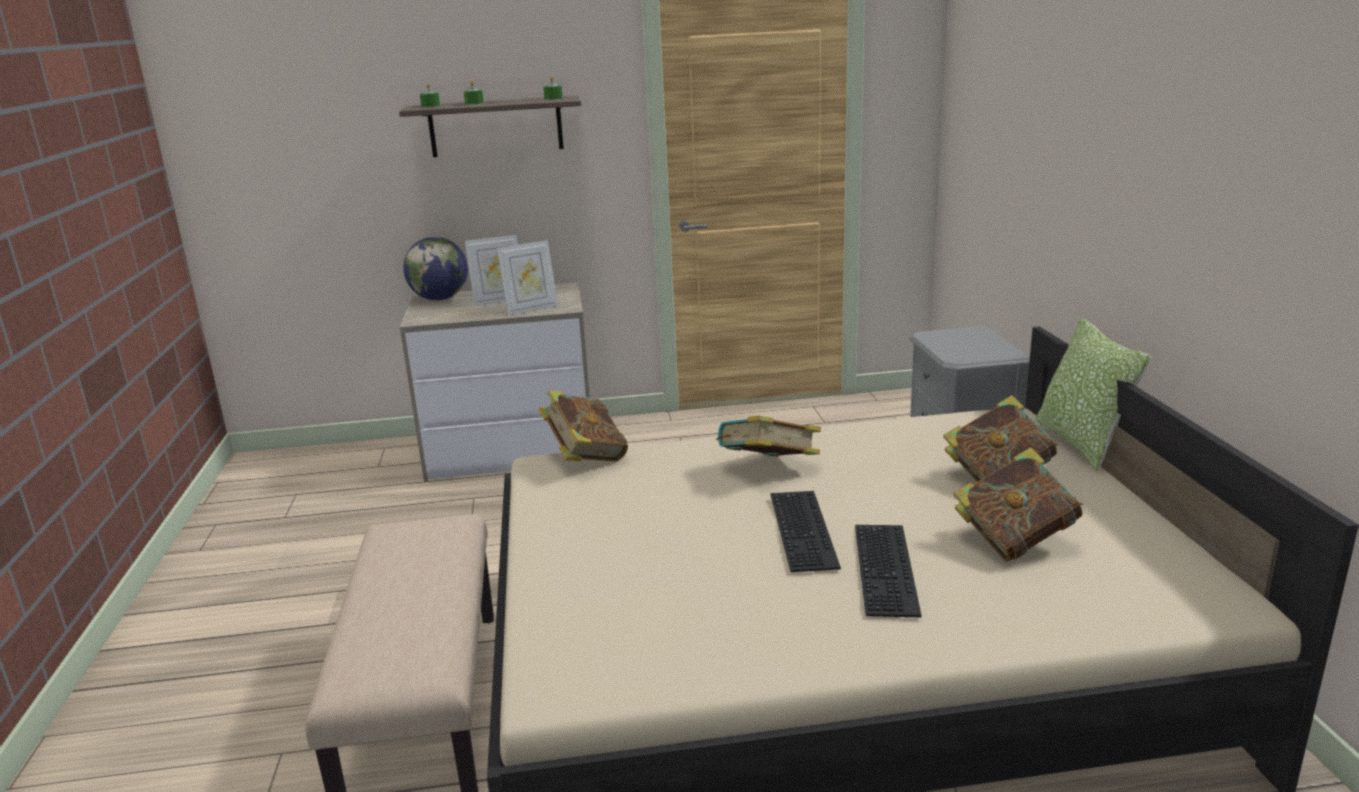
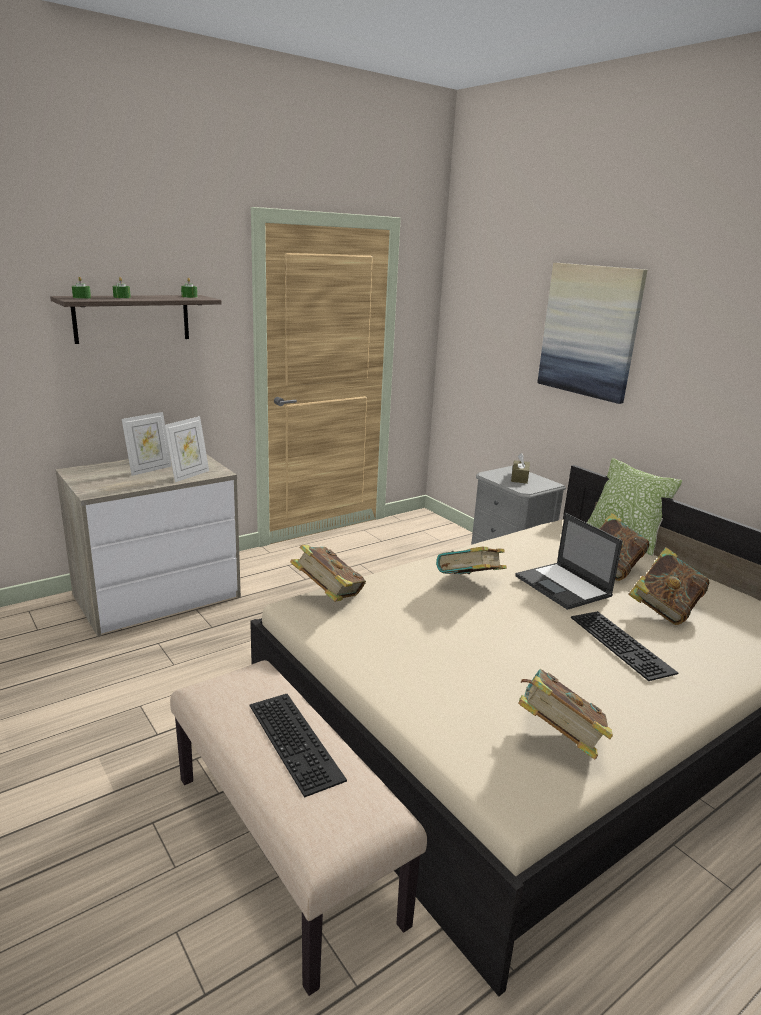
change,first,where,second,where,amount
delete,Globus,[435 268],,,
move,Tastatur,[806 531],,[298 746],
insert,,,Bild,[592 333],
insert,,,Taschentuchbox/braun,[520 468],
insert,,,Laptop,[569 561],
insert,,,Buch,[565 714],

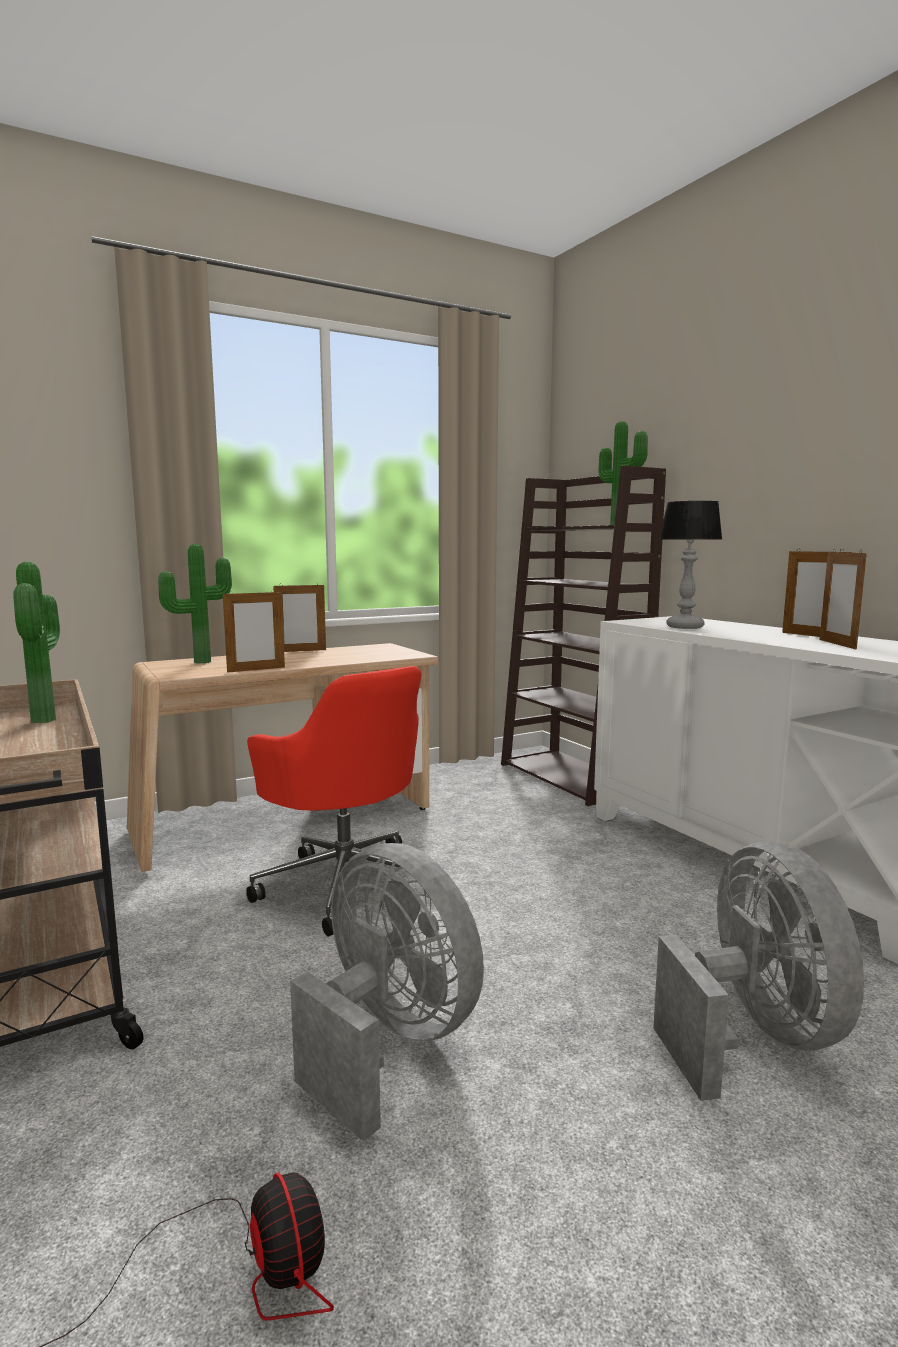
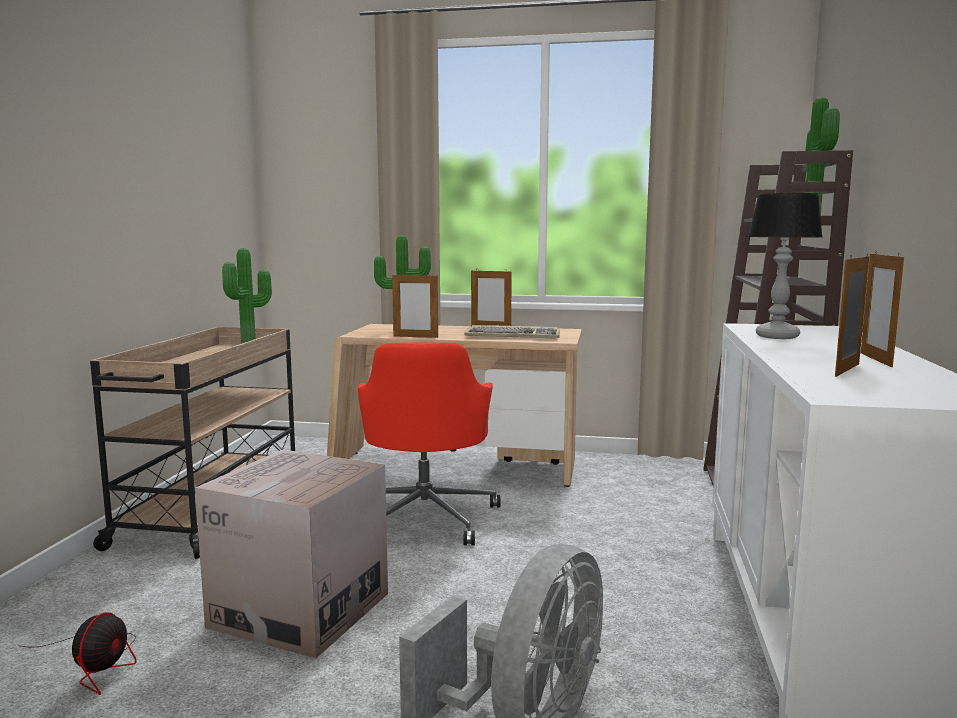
change,first,where,second,where,amount
replace,Ventilator/grau,[387 992],Karton,[291 554],
insert,,,Tastatur,[512 332],

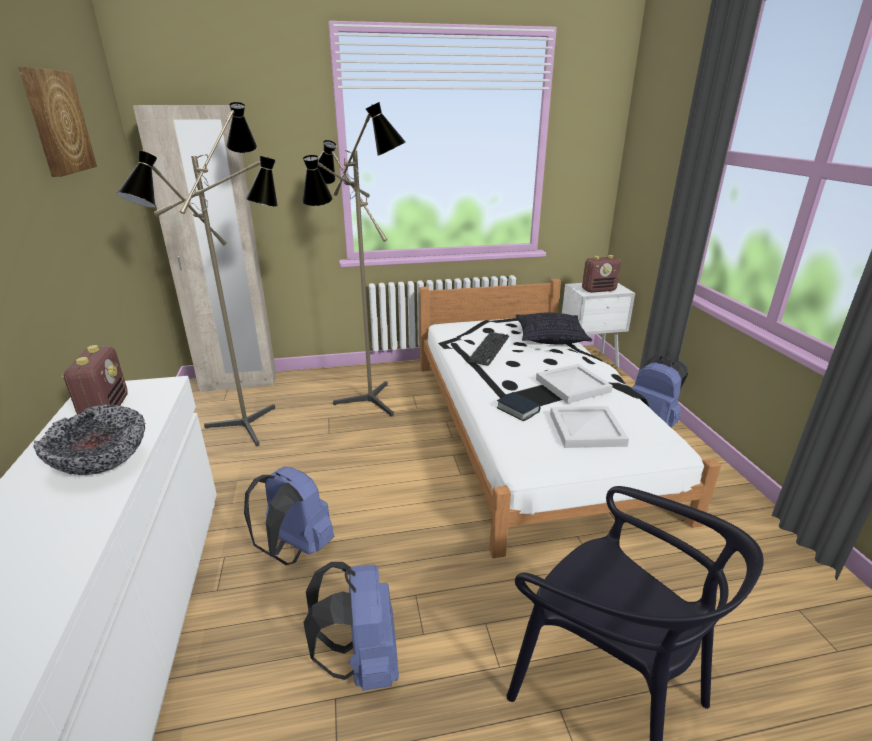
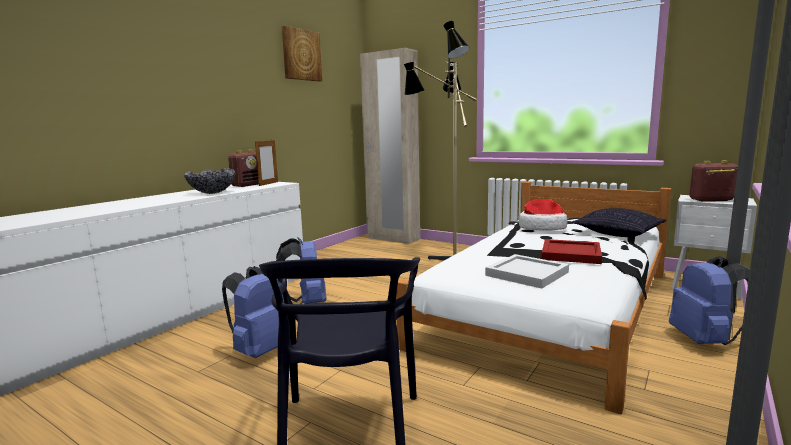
change,first,where,second,where,amount
delete,Stehlampe,[197 274],,,
rotate,Radio,[601 274],,[713 180],150 degrees clockwise
replace,Tastatur,[488 349],Hut,[543 215],
recolor,Tablett/weiß,[574 384],Tablett/rot,[572 251],
delete,Buch,[518 406],,,
insert,,,Bilderrahmen,[266 163],

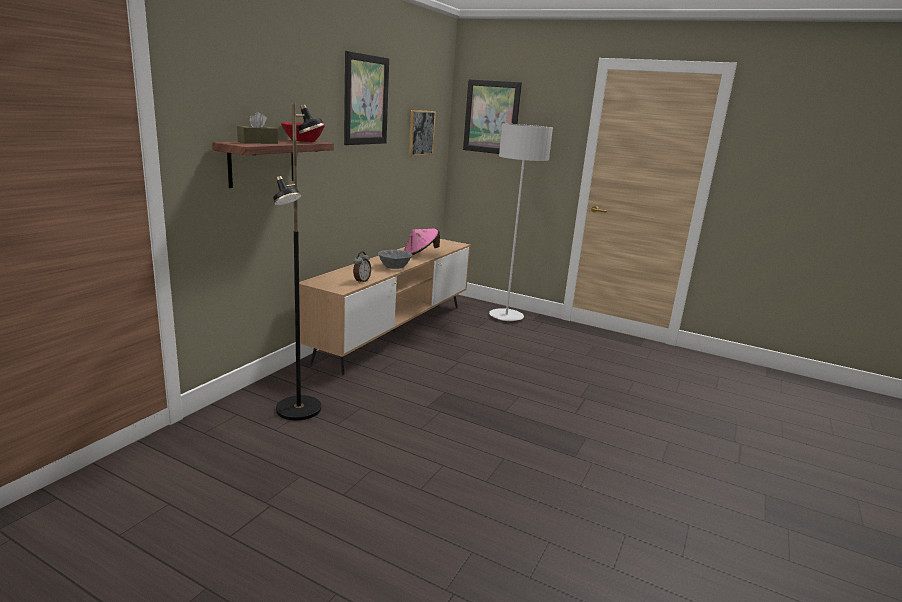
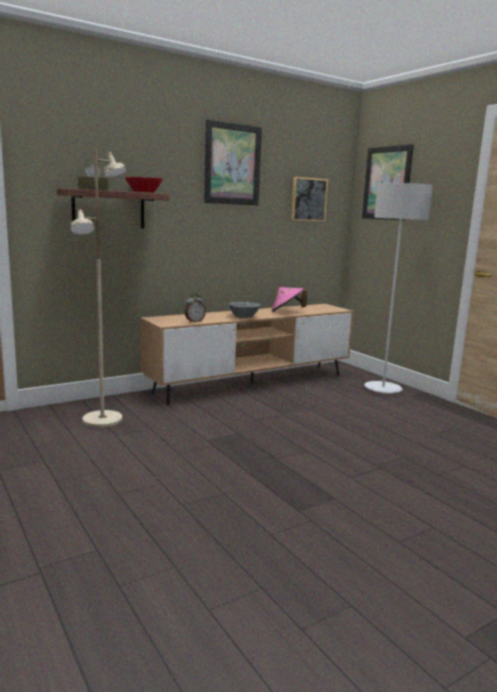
change,first,where,second,where,amount
recolor,Stehlampe/schwarz,[299 261],Stehlampe/beige,[98 288],

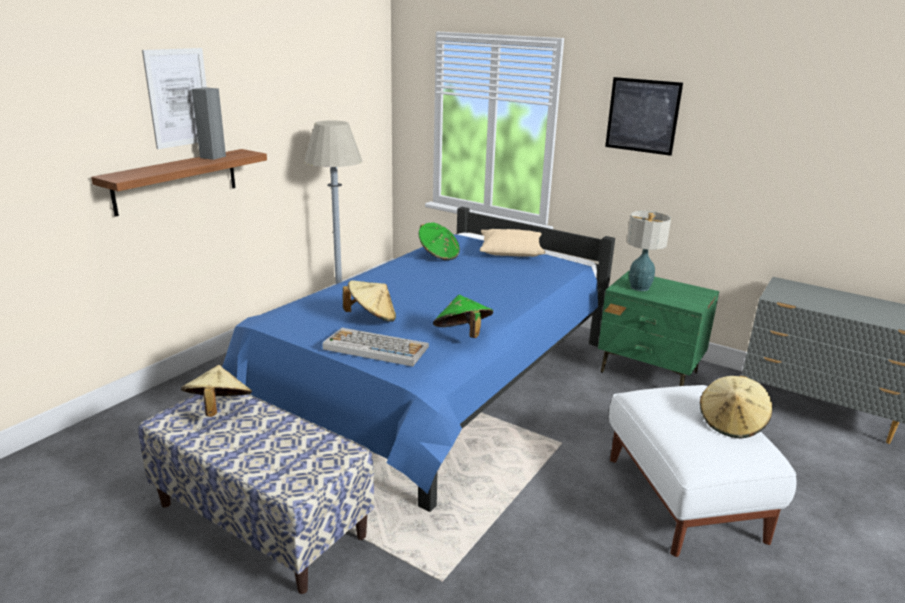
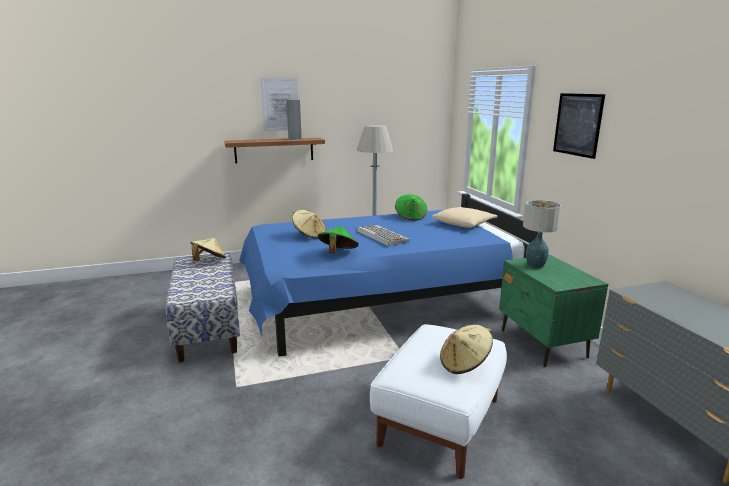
change,first,where,second,where,amount
move,Tastatur,[376 347],,[383 235],

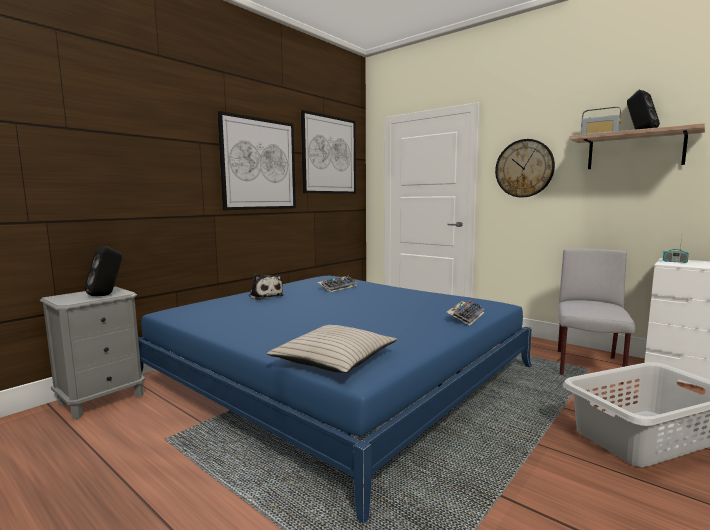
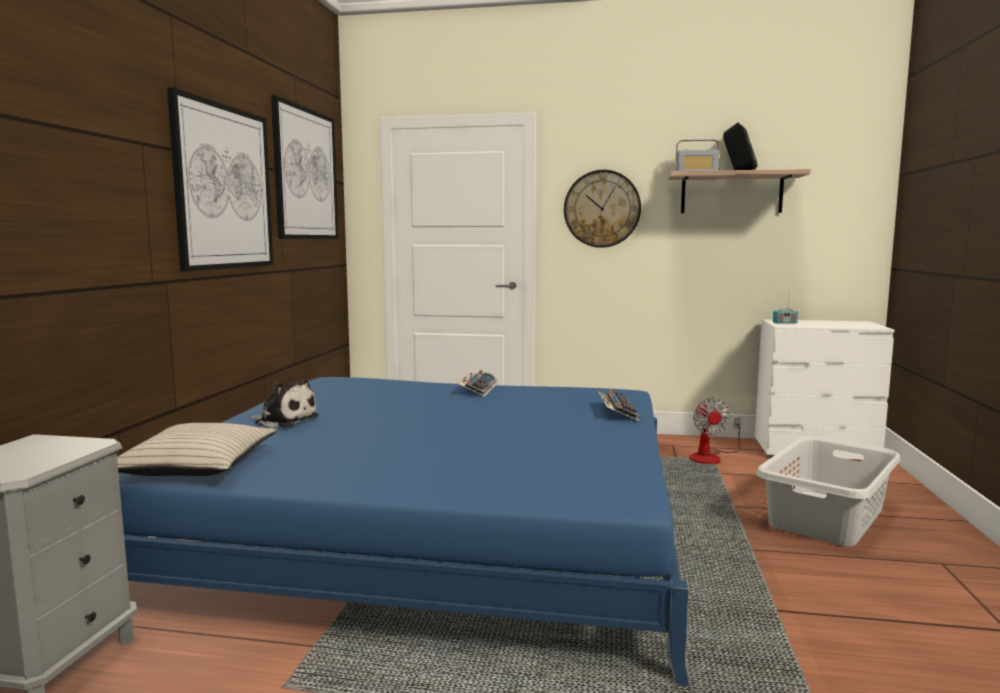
change,first,where,second,where,amount
delete,Lautsprecher/schwarz,[103 271],,,
replace,Stuhl/grau,[596 316],Ventilator,[715 431],
move,Tastatur,[337 284],,[477 383],
move,Kissen/beige,[332 349],,[197 449],

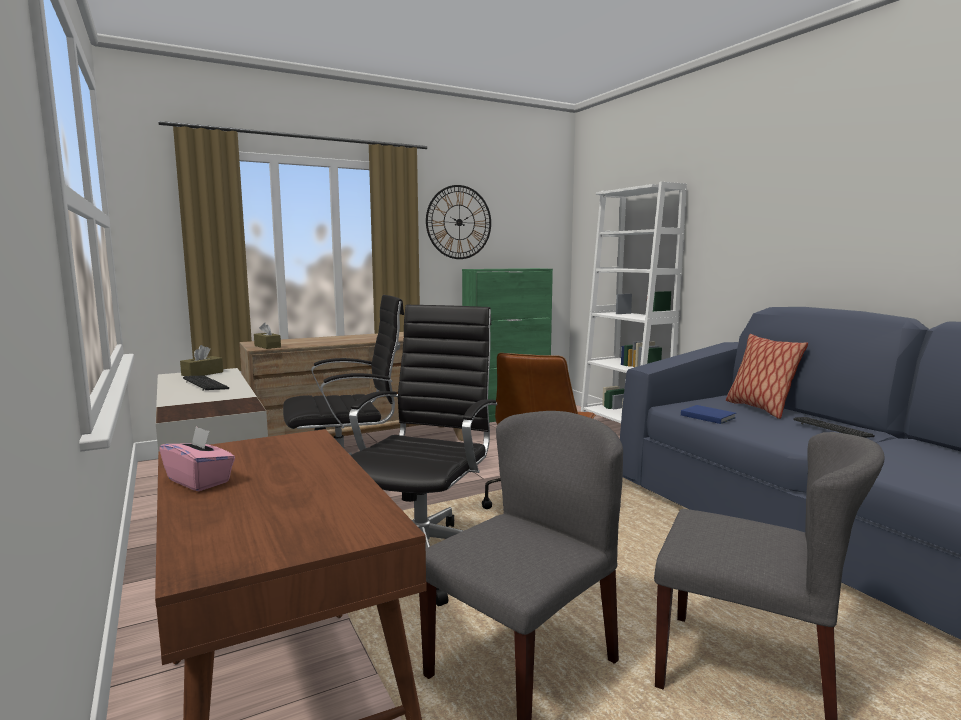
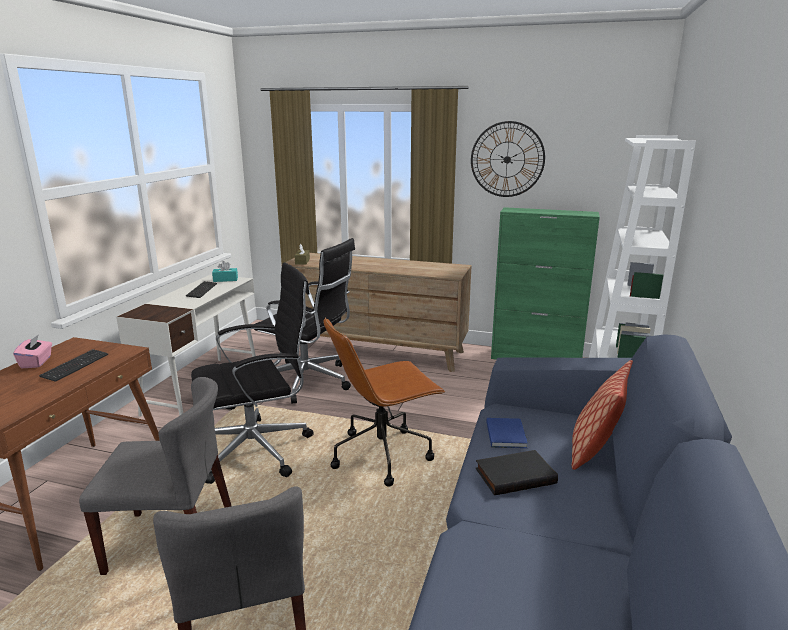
change,first,where,second,where,amount
recolor,Taschentuchbox/braun,[201 361],Taschentuchbox/türkis,[225 271],
move,Tastatur,[834 427],,[73 365],
insert,,,Buch/schwarz,[516 472],

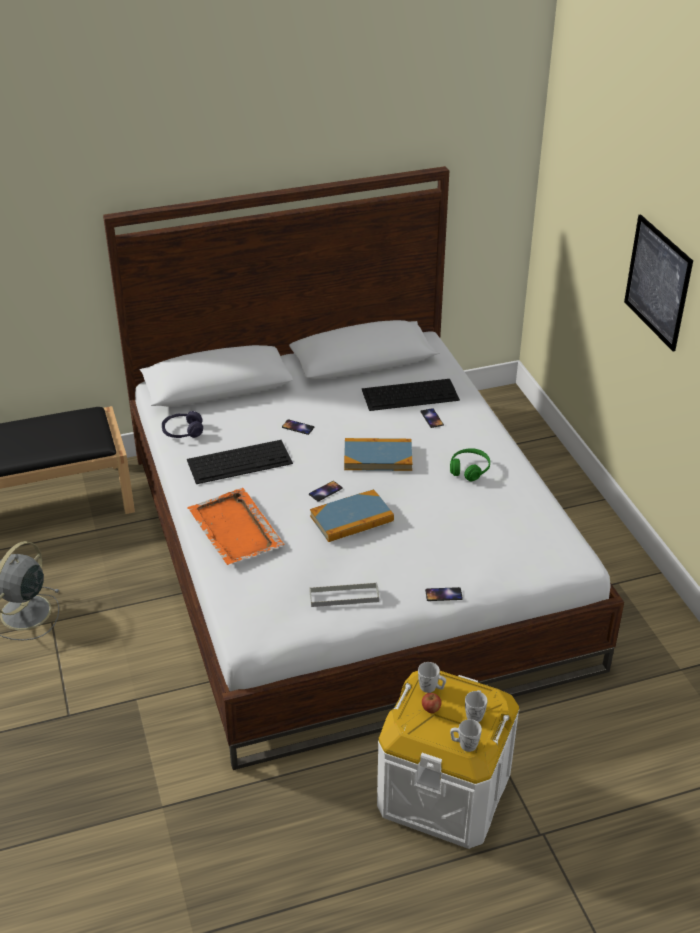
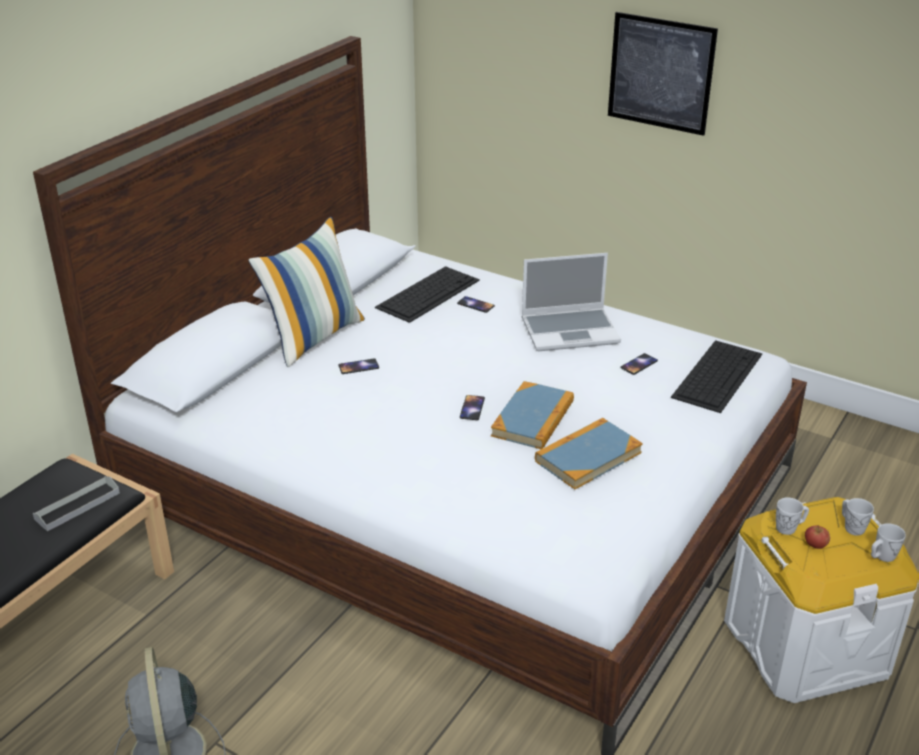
change,first,where,second,where,amount
delete,Kopfhörer/lila,[182 424],,,
move,Buch,[378 454],,[589 453],
move,Tastatur,[240 462],,[716 376],
replace,Kopfhörer/grün,[470 464],Laptop,[571 302],
delete,Tablett/orange,[235 526],,,
move,Tablett/grau,[344 594],,[76 503],
move,Handy,[444 594],,[639 364],
insert,,,Kissen,[306 292],

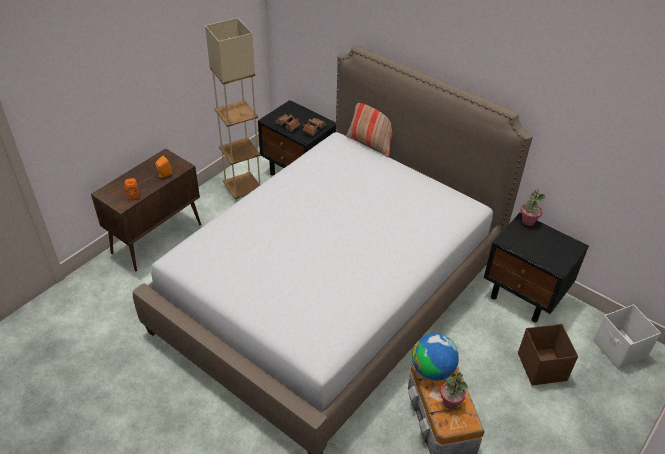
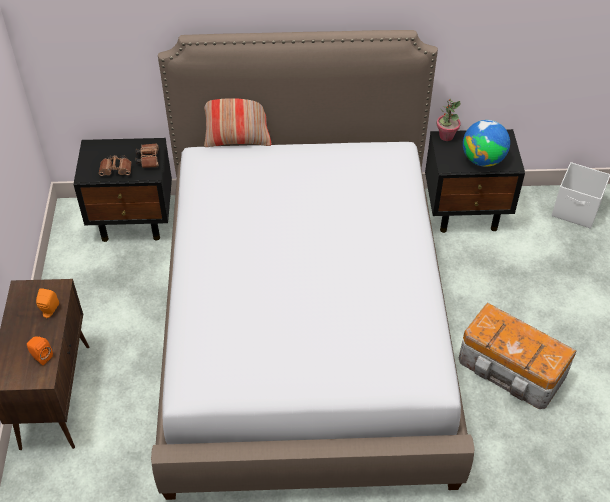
change,first,where,second,where,amount
delete,Stehlampe/beige,[233 109],,,
delete,Aufbewahrungsbox/braun,[548 354],,,
move,Globus,[435 357],,[486 143],
delete,Topfpflanze,[454 390],,,

